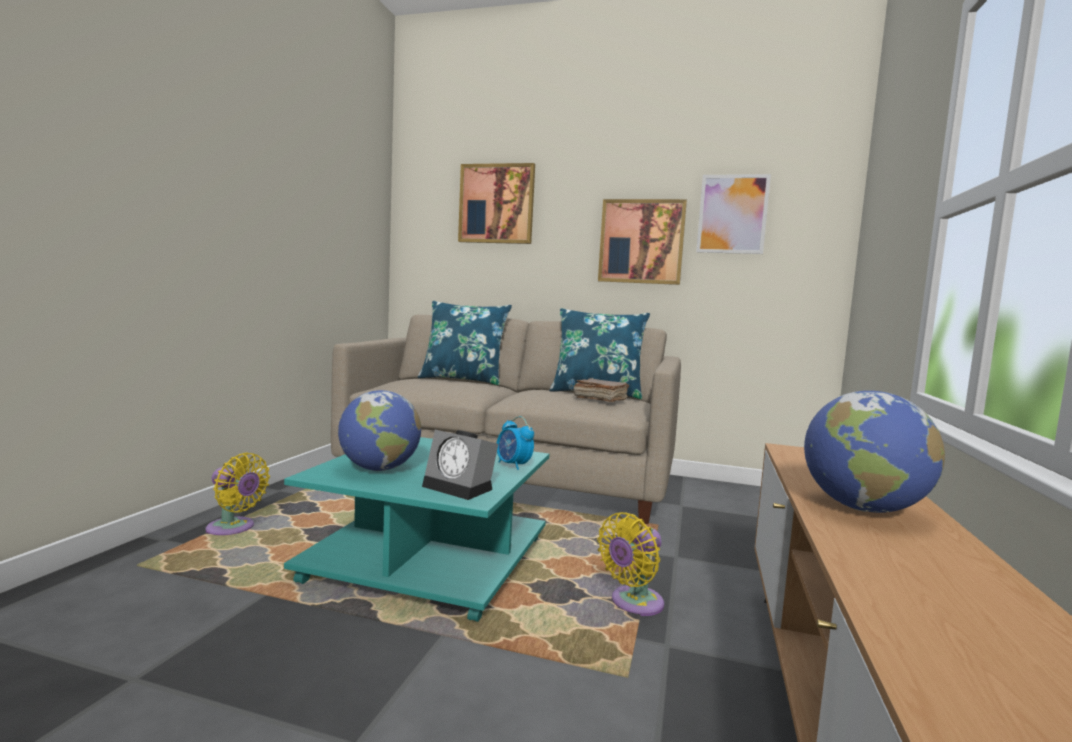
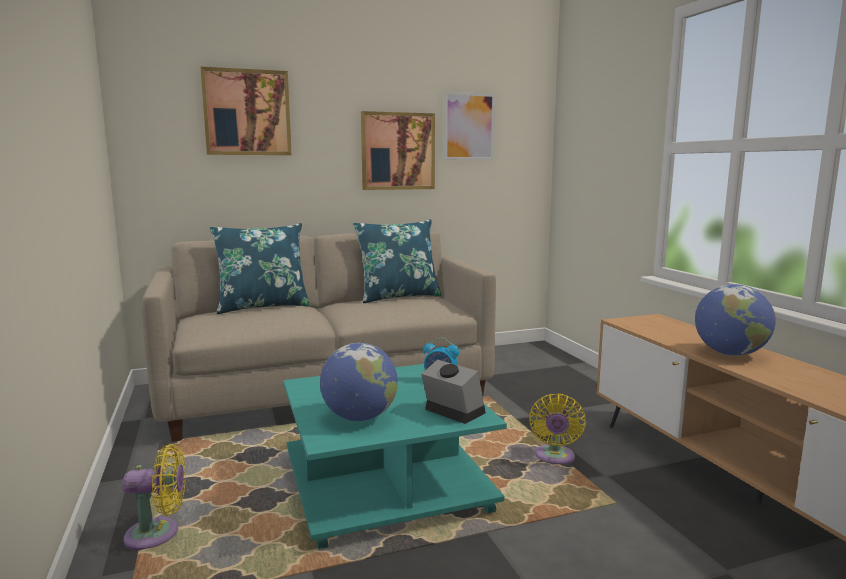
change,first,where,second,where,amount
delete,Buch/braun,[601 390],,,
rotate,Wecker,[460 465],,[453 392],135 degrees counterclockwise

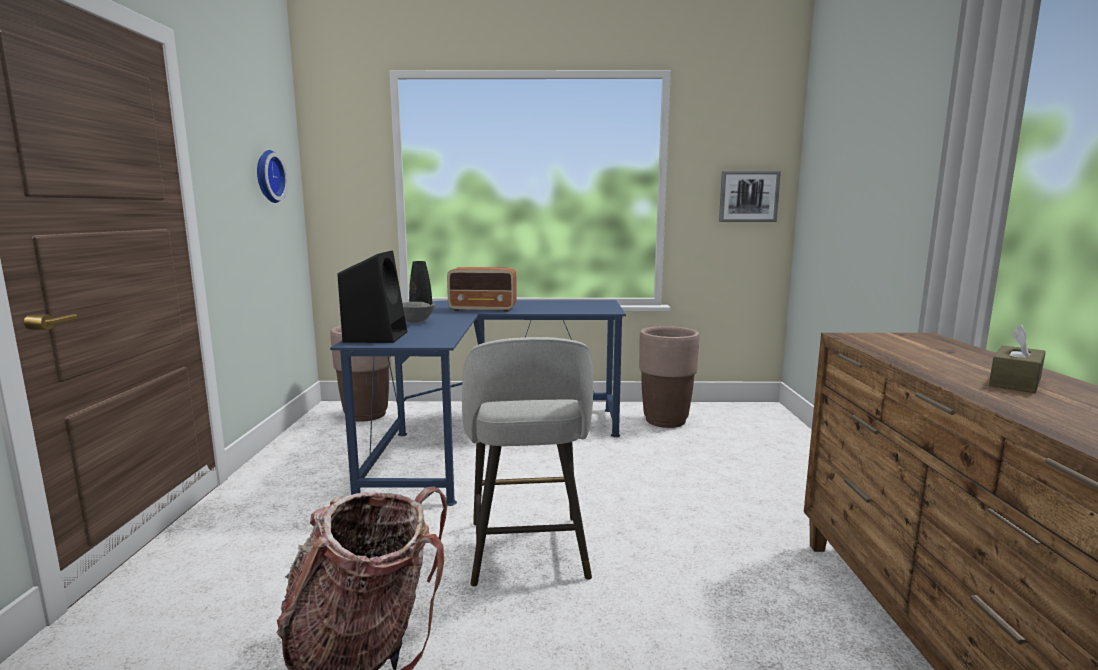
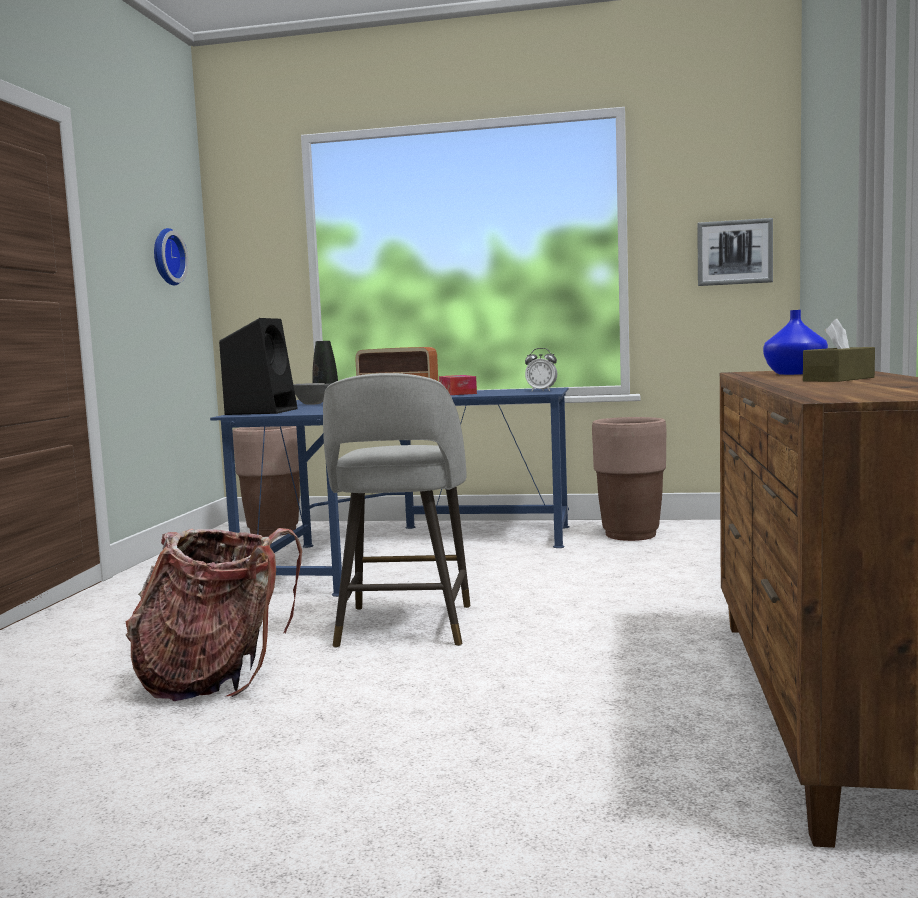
change,first,where,second,where,amount
insert,,,Vase/blau,[795 342],
insert,,,Wecker,[541 369],
insert,,,Taschentuchbox,[458 385],

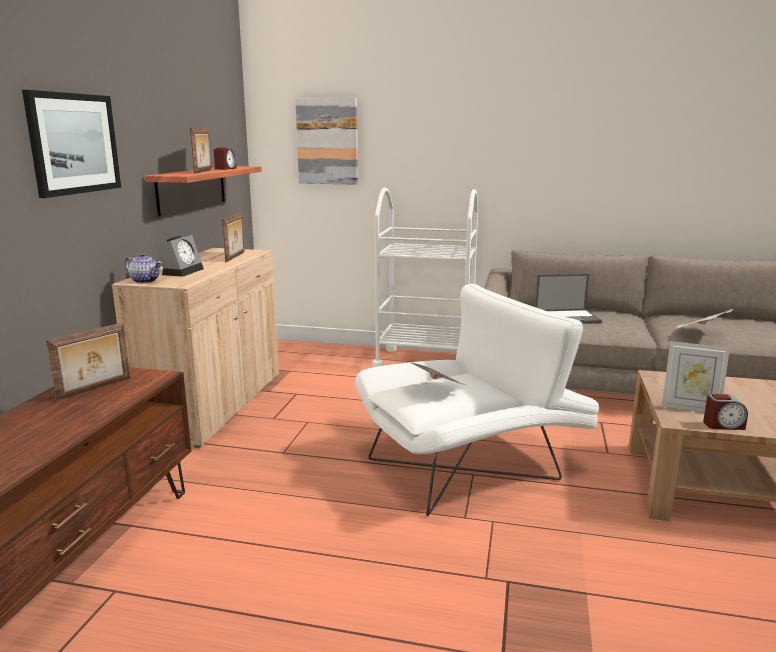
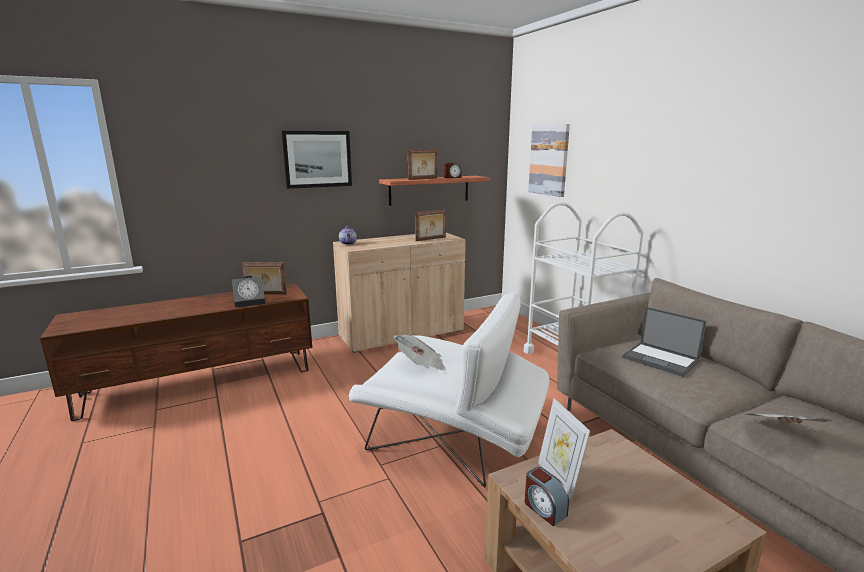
change,first,where,second,where,amount
move,Wecker,[179 256],,[248 292],

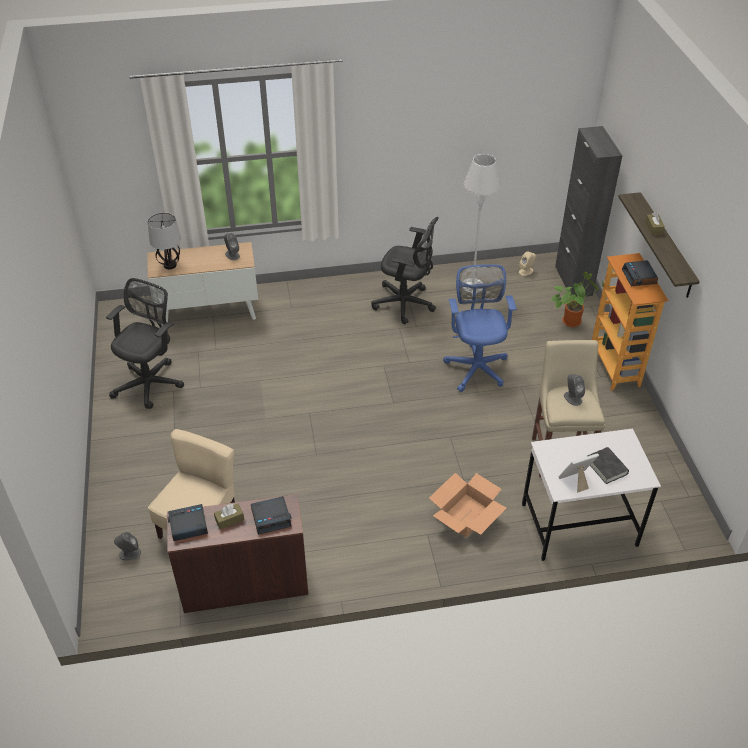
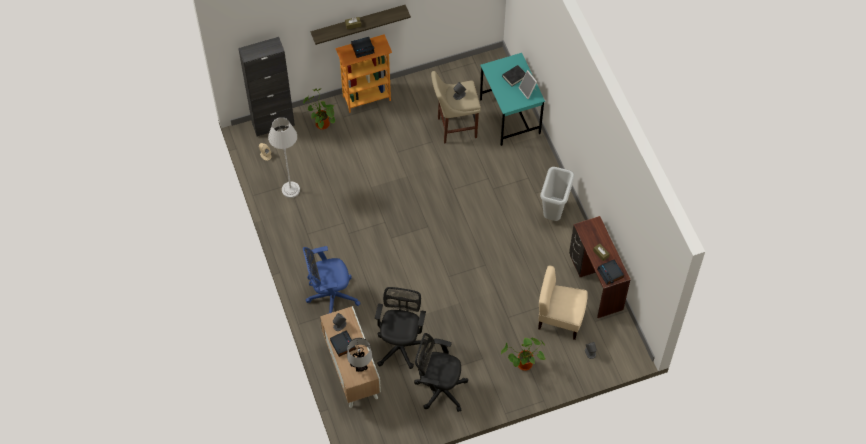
change,first,where,second,where,amount
move,Bürostuhl/schwarz,[405 271],,[400 328],
move,Bürostuhl/blau,[479 328],,[332 280],
recolor,Schreibtisch/weiß,[591 494],Schreibtisch/türkis,[512 99],
delete,Karton,[467 505],,,
move,Wecker,[271 515],,[343 344],
insert,,,Mülleimer/grau,[557 194],
insert,,,Topfpflanze,[523 354],

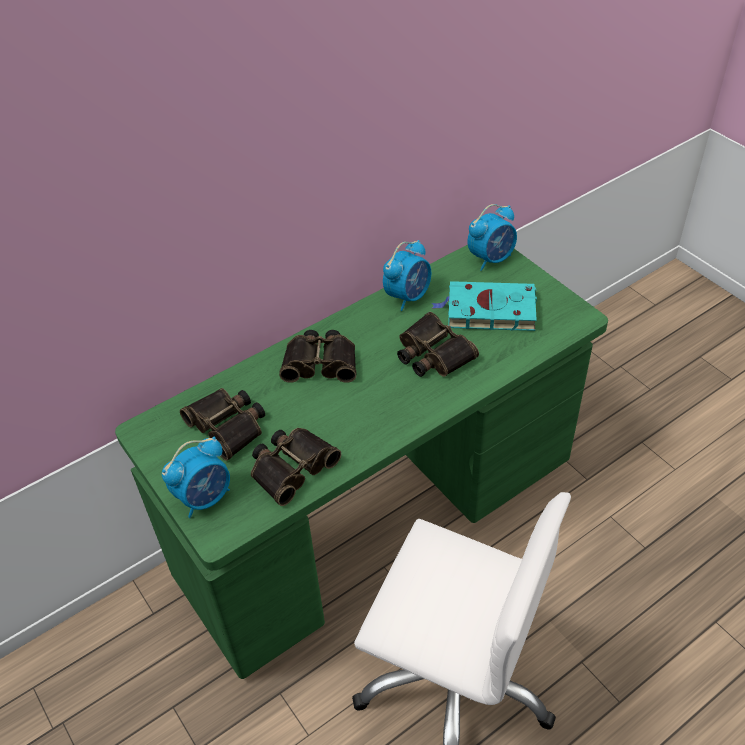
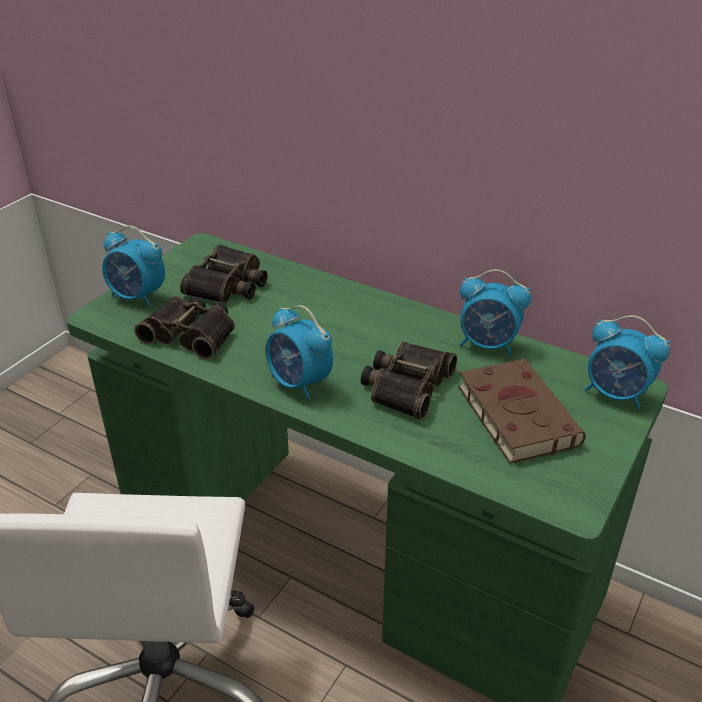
change,first,where,second,where,amount
recolor,Buch/türkis,[484 306],Buch/braun,[522 411],
delete,Fernglas,[317 356],,,
insert,,,Wecker,[299 352],

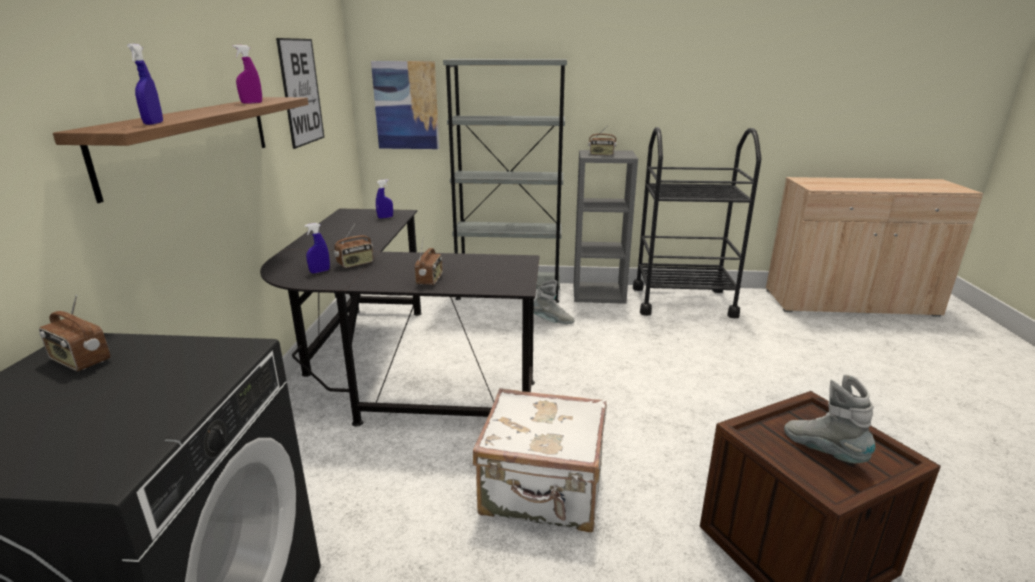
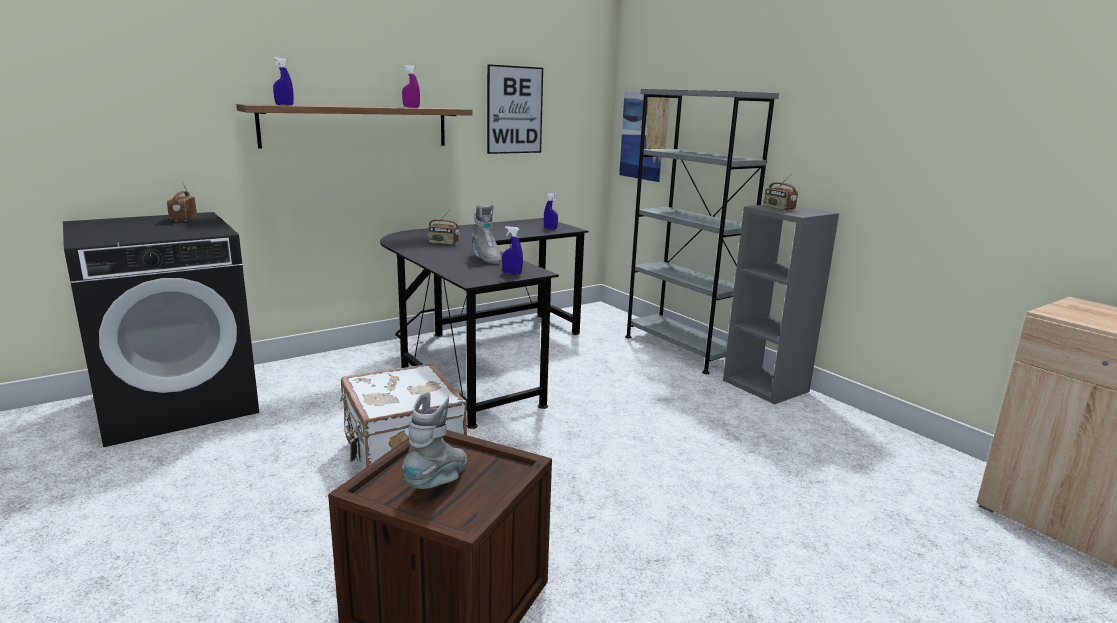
change,first,where,second,where,amount
delete,Rollwagen/schwarz,[697 222],,,
move,Sprühflasche/blau,[317 248],,[512 250],
delete,Radio,[429 263],,,
move,Stiefel/grau,[554 302],,[486 234],

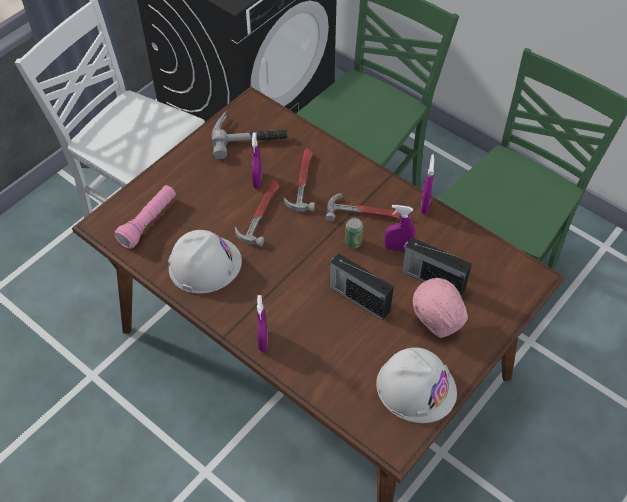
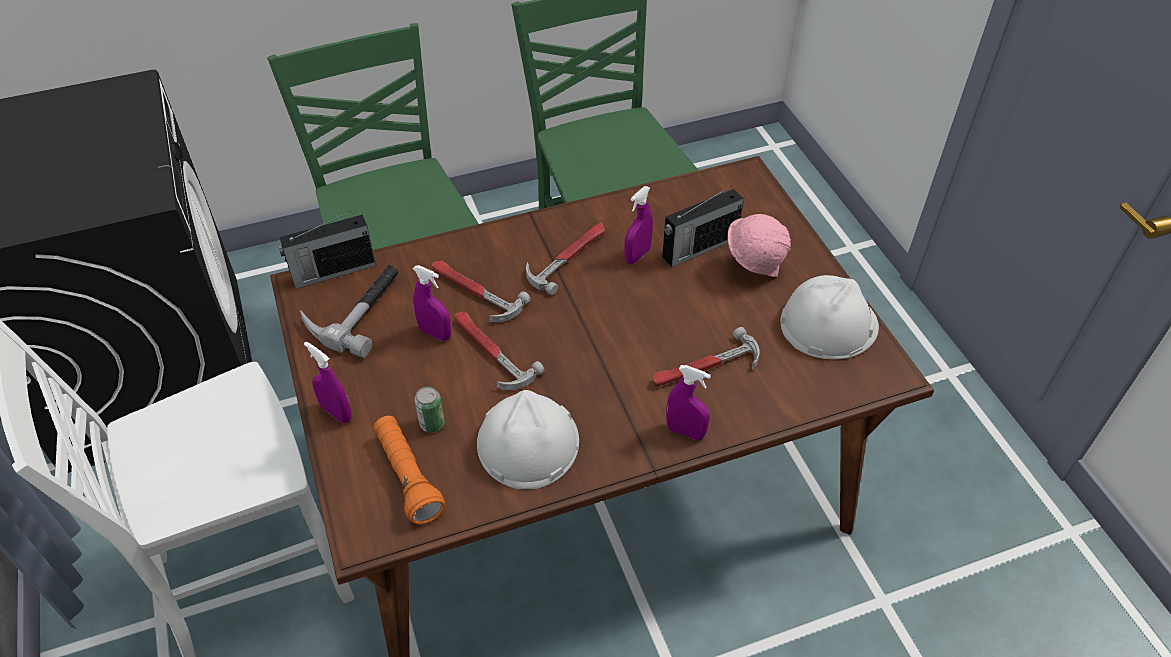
change,first,where,second,where,amount
move,Sprühflasche/lila,[427 184],,[328 382],
recolor,Taschenlampe/rosa,[145 217],Taschenlampe/orange,[409 470],
move,Dose,[354 233],,[429 409],
move,Radio,[361 287],,[327 250],
insert,,,Hammer,[706 357],

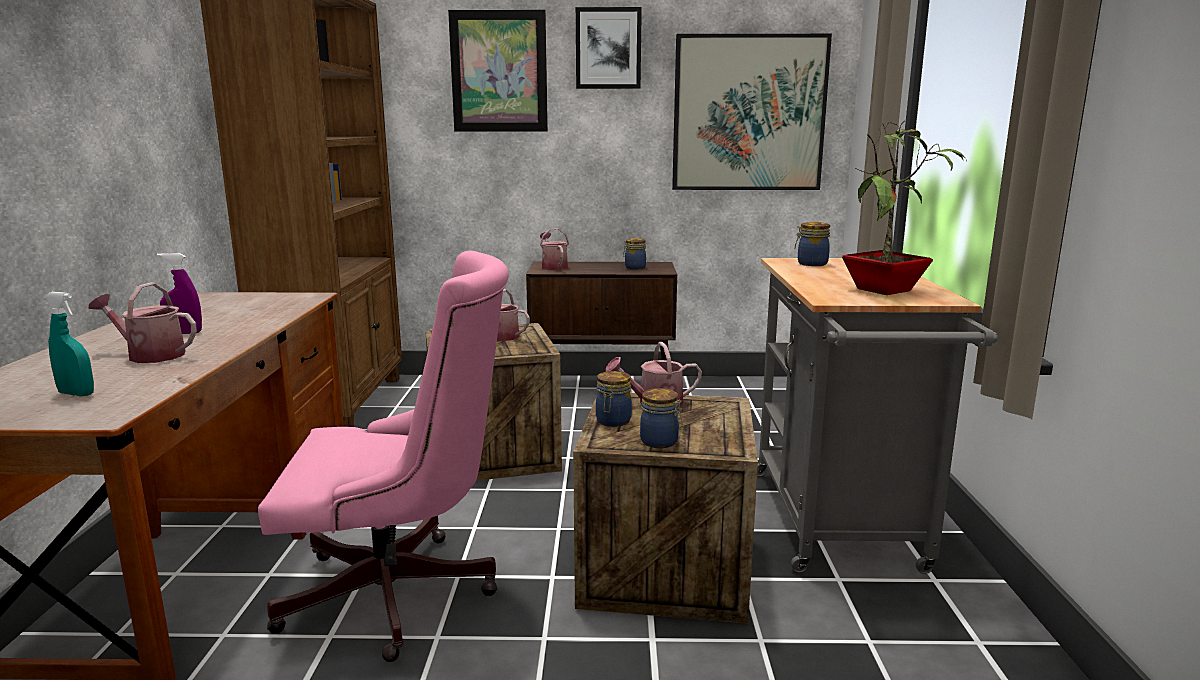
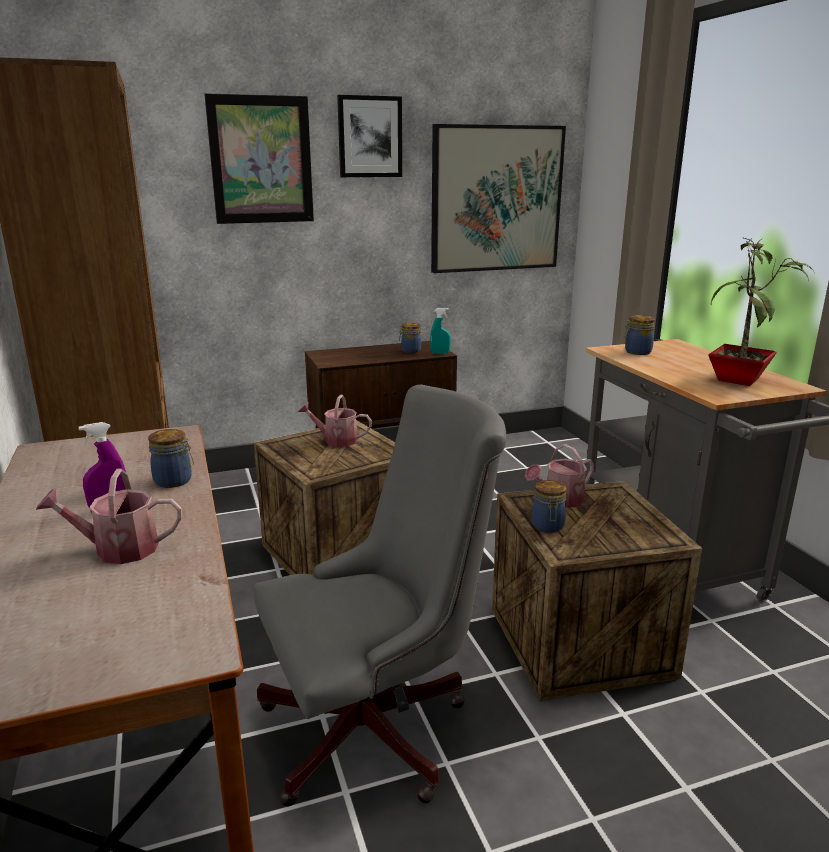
change,first,where,second,where,amount
delete,Gießkanne,[554 249],,,
recolor,Bürostuhl/rosa,[383 456],Bürostuhl/grau,[380 595],
move,Sprühflasche/türkis,[69 344],,[440 331],
move,Vorratsglas,[661 418],,[171 458],

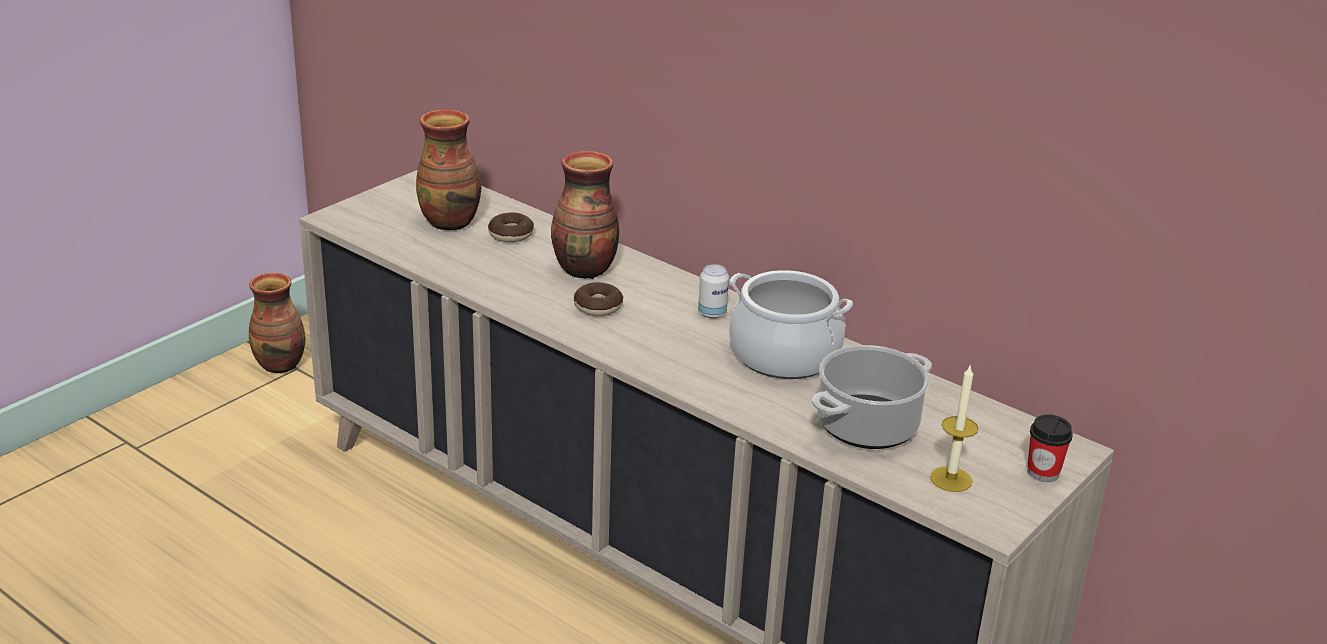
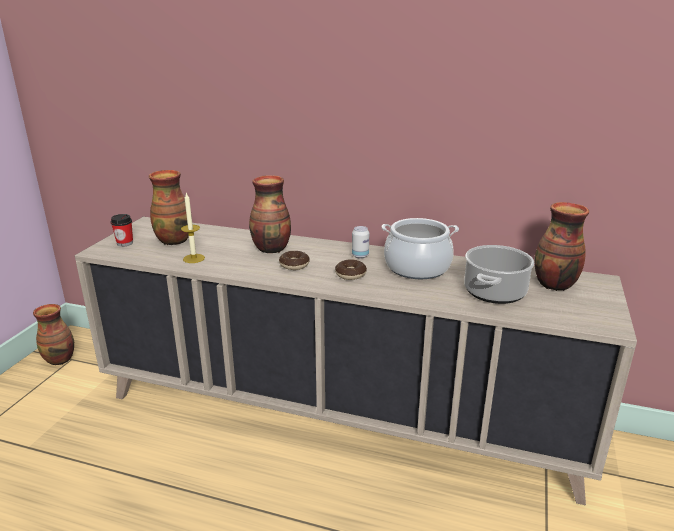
change,first,where,second,where,amount
move,Donut,[511 227],,[351 269],
move,Kerze,[954 428],,[193 228],
move,Tasse,[1050 448],,[122 230],
insert,,,Vase,[561 246],

